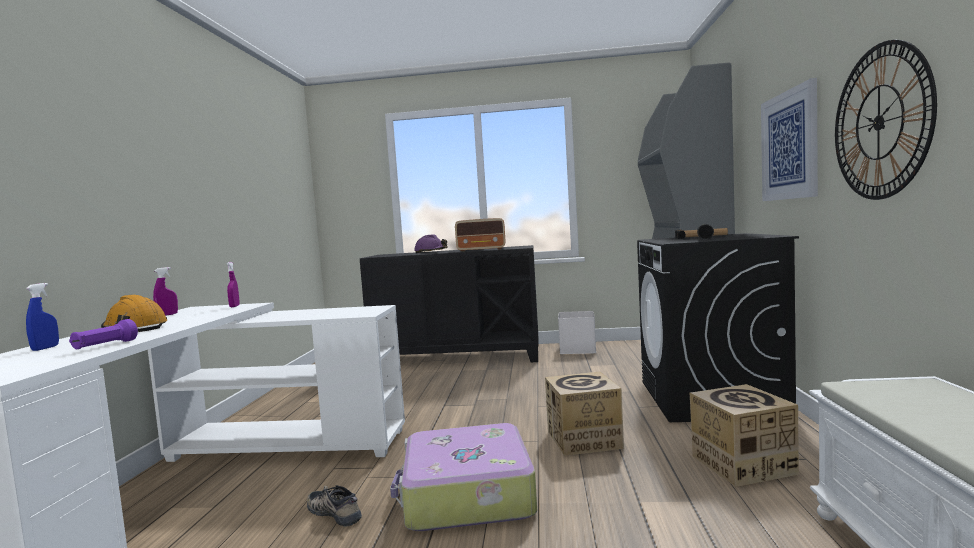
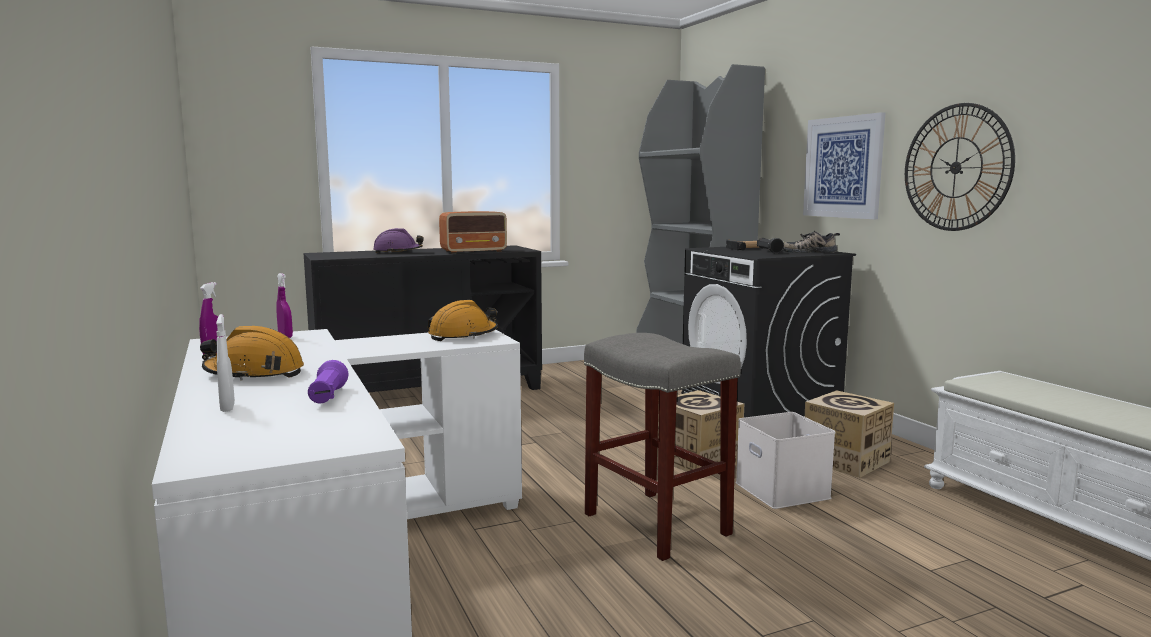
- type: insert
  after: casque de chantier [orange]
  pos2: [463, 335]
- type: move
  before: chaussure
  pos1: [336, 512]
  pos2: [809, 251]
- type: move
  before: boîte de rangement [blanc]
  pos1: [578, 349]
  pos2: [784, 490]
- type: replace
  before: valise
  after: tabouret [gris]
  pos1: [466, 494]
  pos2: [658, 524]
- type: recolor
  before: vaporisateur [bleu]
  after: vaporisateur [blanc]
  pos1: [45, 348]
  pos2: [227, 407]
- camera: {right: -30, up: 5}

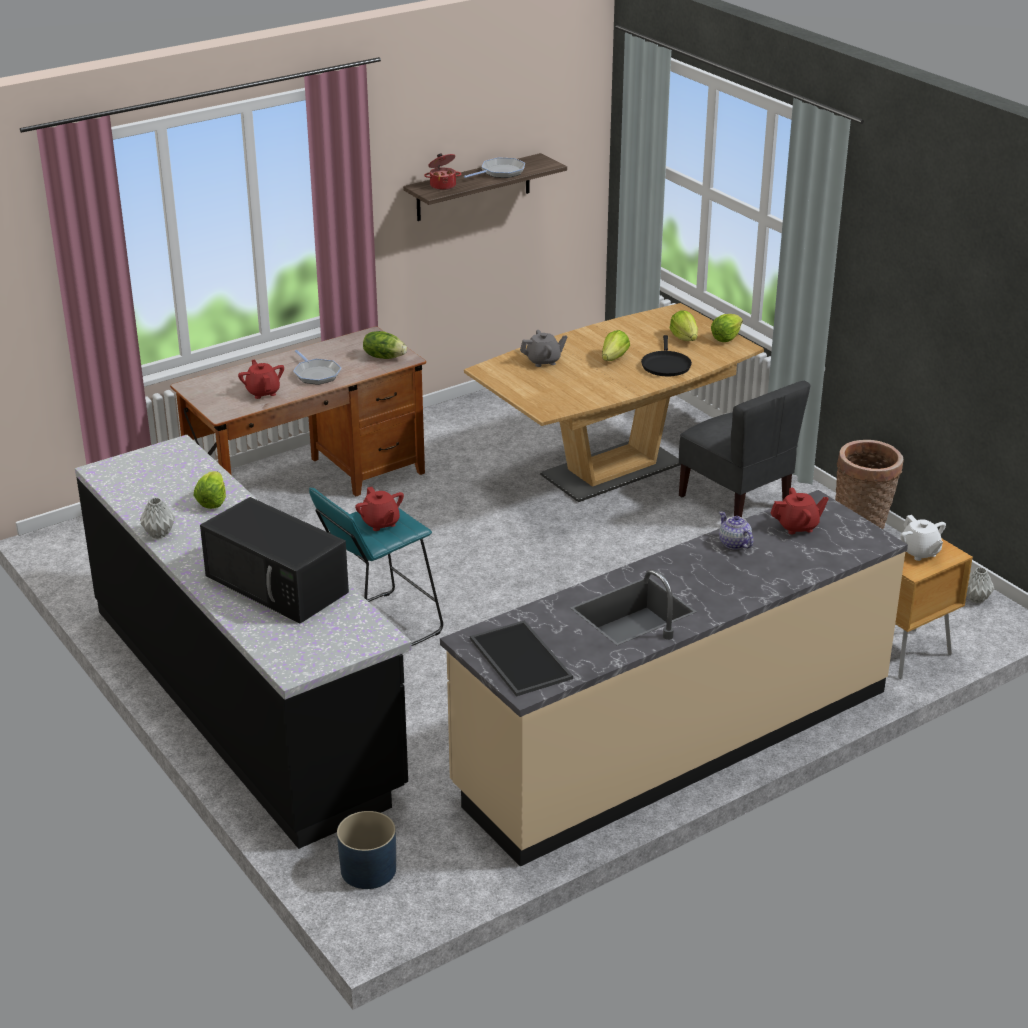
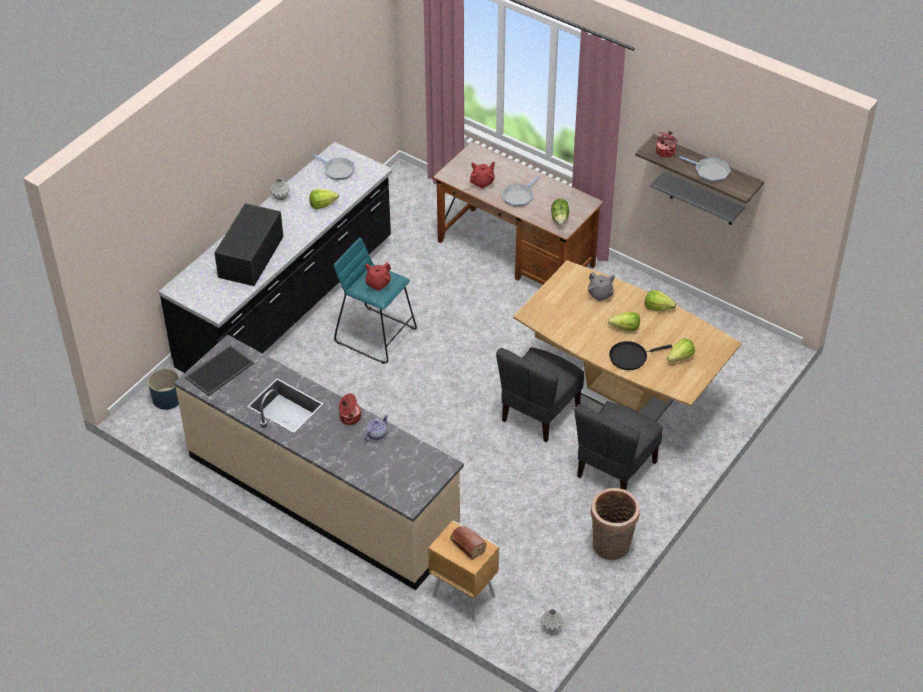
- type: delete
  before: théière [rouge]
  pos1: [797, 526]
- type: insert
  after: poêle
  pos2: [337, 170]
- type: insert
  after: marmite
  pos2: [349, 417]
- type: insert
  after: chaise [gris]
  pos2: [539, 413]
- type: insert
  after: étagère [gris]
  pos2: [702, 199]
- type: move
  before: laitue
  pos1: [726, 338]
  pos2: [658, 307]
- type: replace
  before: théière [blanc]
  after: pain
  pos1: [919, 552]
  pos2: [466, 545]
- camera: {right: 70, up: 15}

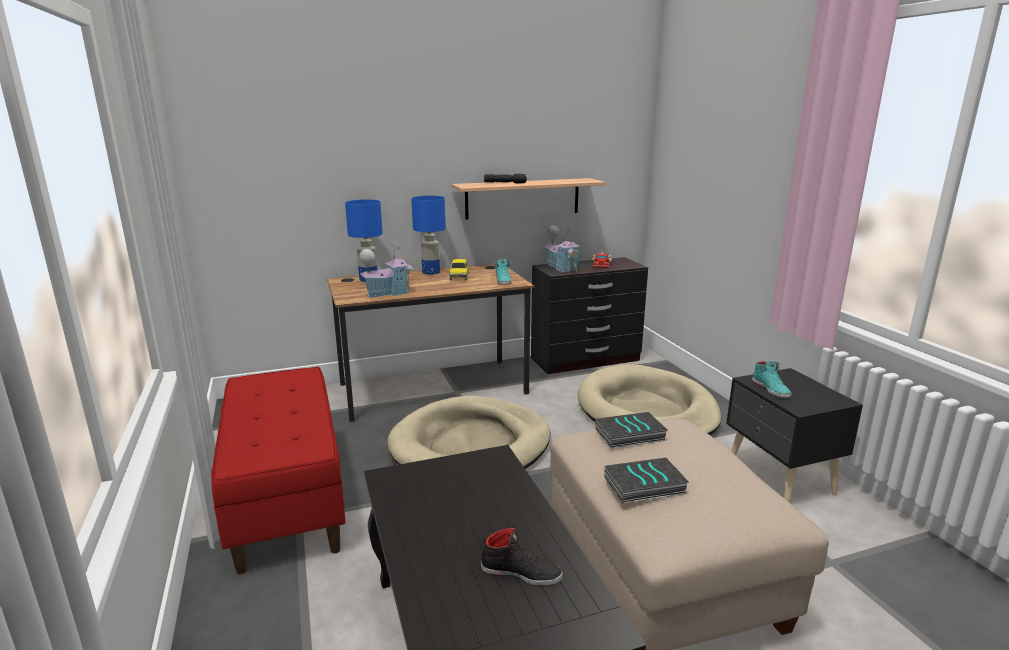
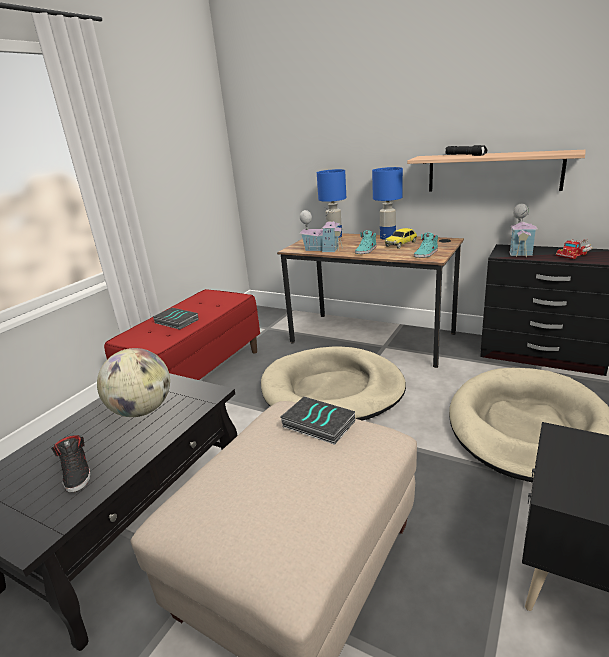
- type: insert
  after: globe
  pos2: [142, 410]
- type: move
  before: livre
  pos1: [644, 486]
  pos2: [175, 321]
- type: move
  before: chaussure [turquoise]
  pos1: [771, 389]
  pos2: [366, 250]
- camera: {right: 50, up: 5}

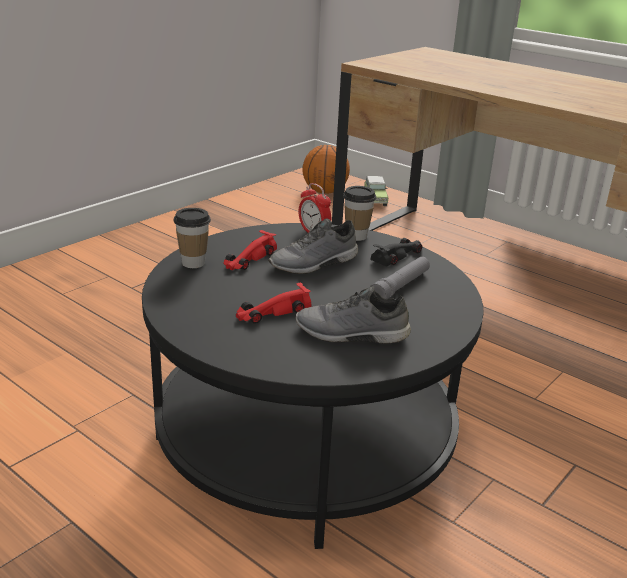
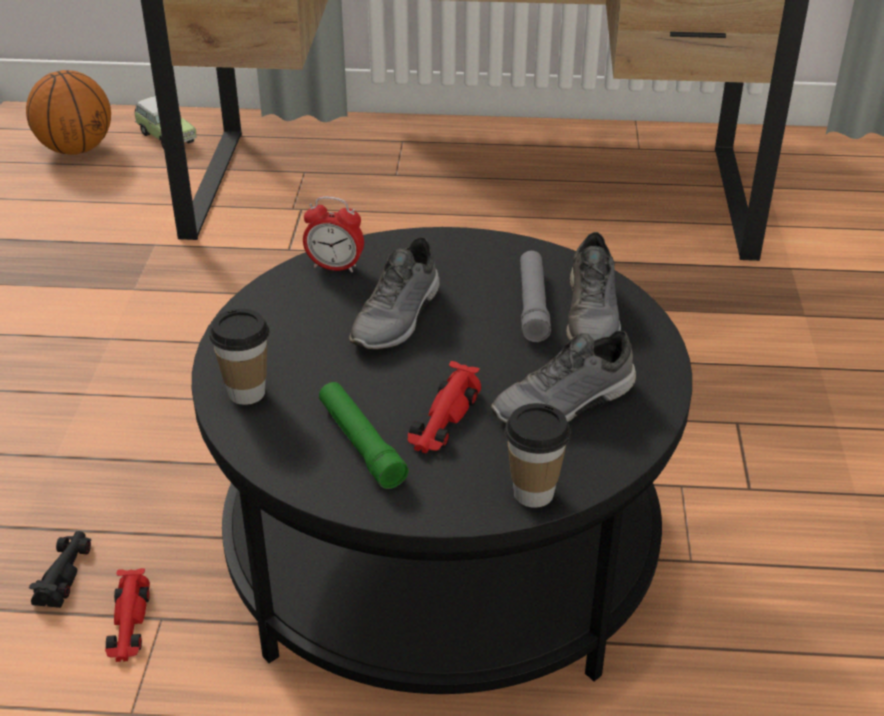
- type: insert
  after: lampe de poche [vert]
  pos2: [361, 444]
- type: insert
  after: chaussure [gris]
  pos2: [593, 315]
- type: move
  before: petite voiture [rouge]
  pos1: [249, 259]
  pos2: [129, 623]
- type: move
  before: tasse
  pos1: [356, 236]
  pos2: [533, 493]
- type: move
  before: petite voiture [noir]
  pos1: [398, 255]
  pos2: [64, 572]
- camera: {right: -35, up: 10}

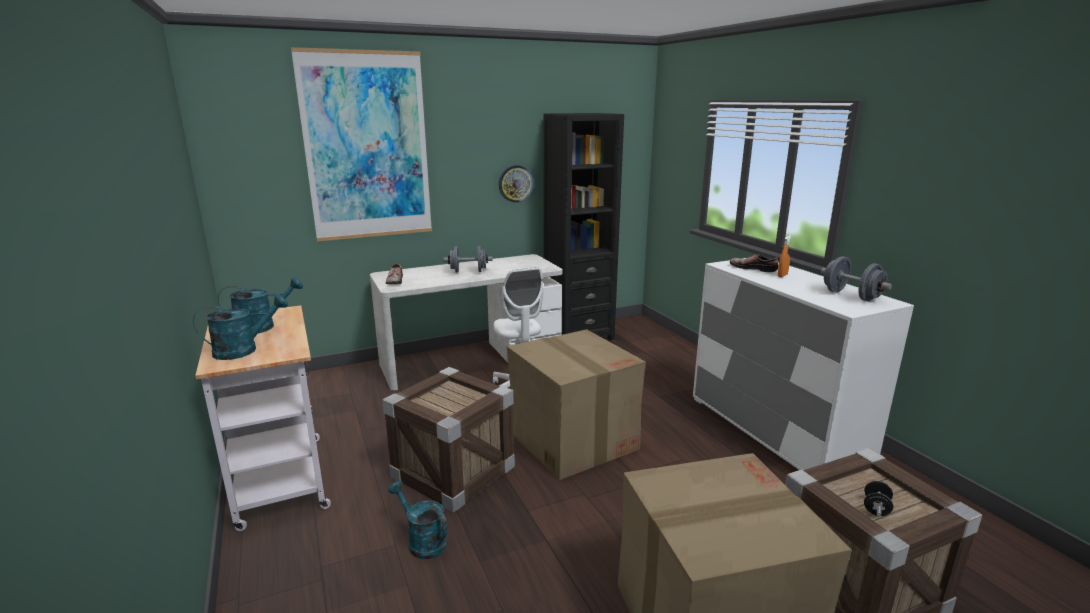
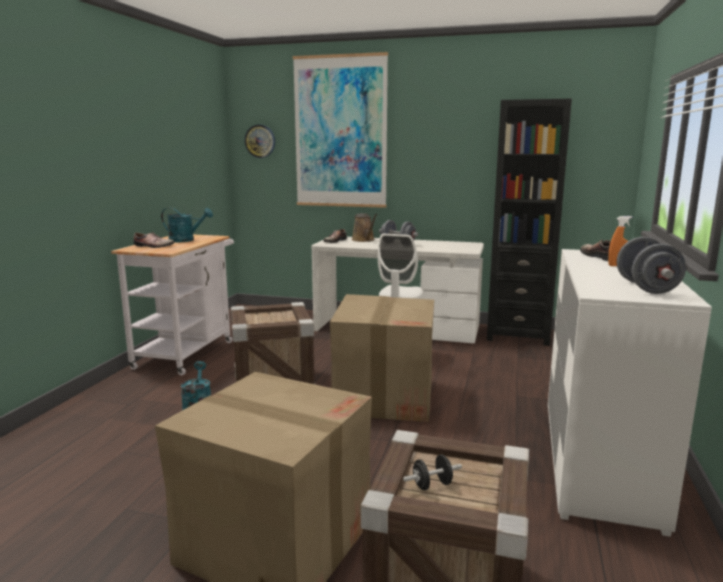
- type: insert
  after: arrosoir [marron]
  pos2: [364, 240]
- type: move
  before: horloge murale
  pos1: [515, 183]
  pos2: [260, 141]
- type: replace
  before: arrosoir [turquoise]
  after: chaussure
  pos1: [244, 350]
  pos2: [153, 246]
- camera: {right: 40, up: -5}

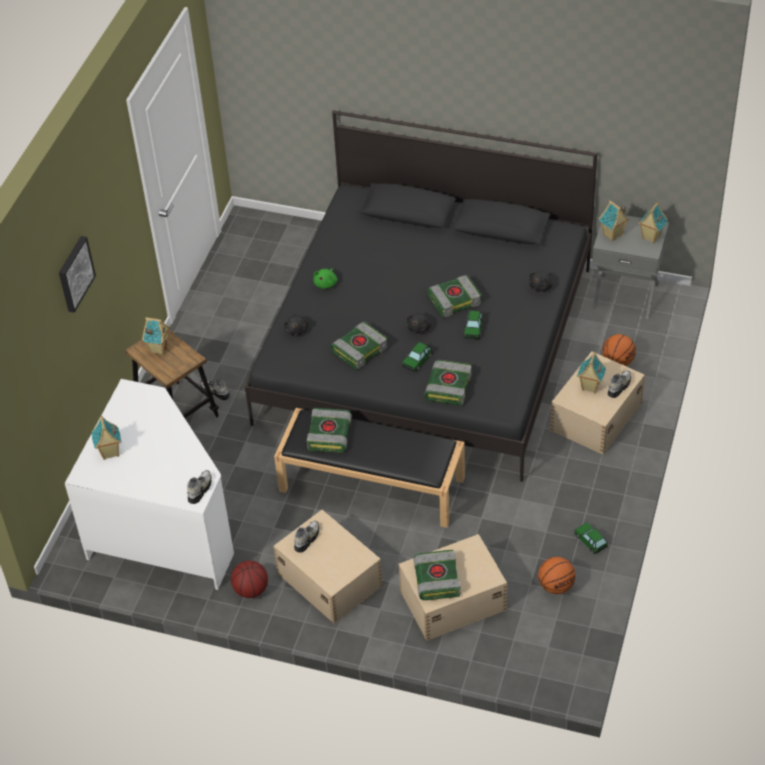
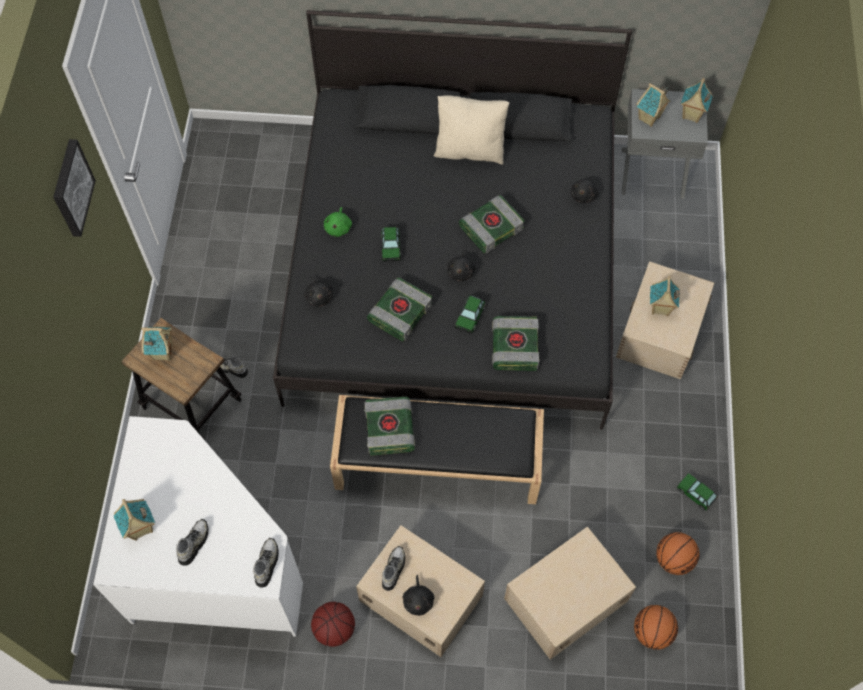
- type: delete
  before: livre
  pos1: [436, 579]
- type: insert
  after: peluche [noir]
  pos2: [418, 600]
- type: insert
  after: coussin [beige]
  pos2: [470, 149]
- type: move
  before: tableau
  pos1: [74, 273]
  pos2: [71, 188]
- type: move
  before: petite voiture
  pos1: [473, 328]
  pos2: [390, 247]
- type: move
  before: ballon de basket
  pos1: [618, 362]
  pos2: [652, 632]
- type: move
  before: chaussure
  pos1: [619, 386]
  pos2: [194, 543]
- camera: {right: -15, up: 15}

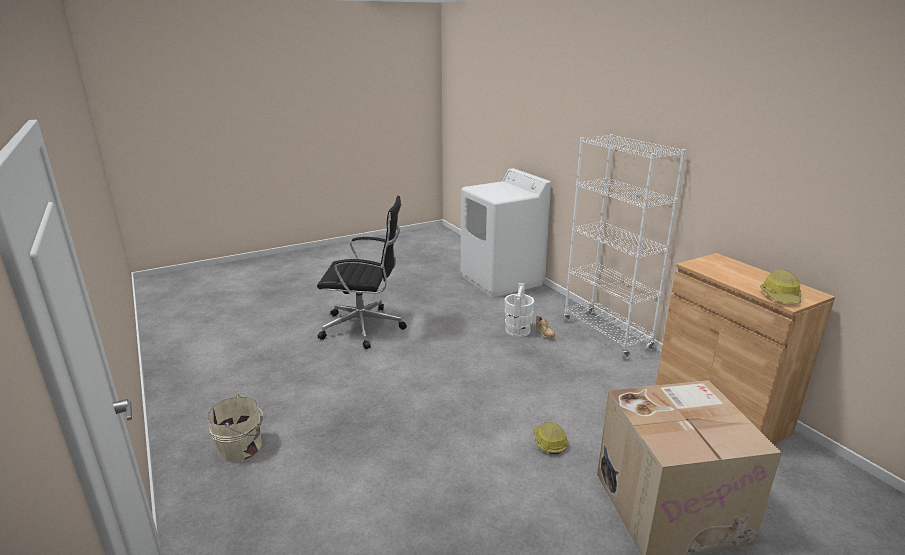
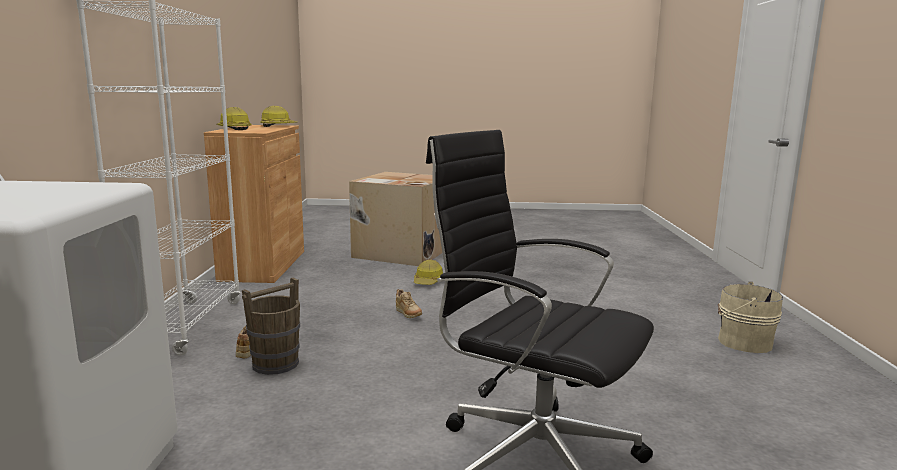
- type: insert
  after: casque de chantier
  pos2: [233, 129]
- type: insert
  after: chaussure [beige]
  pos2: [408, 314]
- type: recolor
  before: seau [blanc]
  after: seau [marron]
  pos1: [517, 330]
  pos2: [275, 364]
- camera: {right: -150, up: -10}

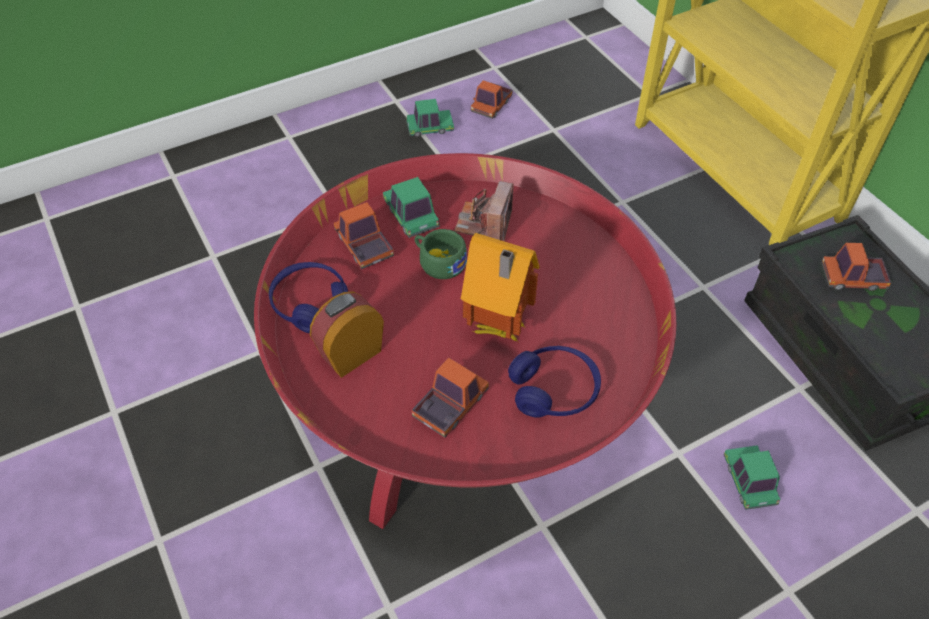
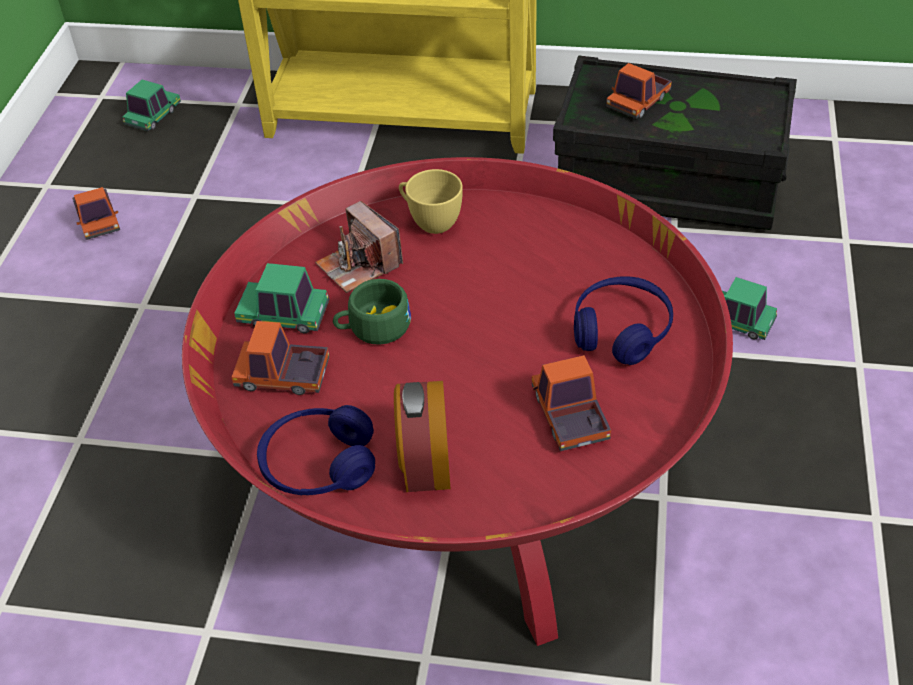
- type: delete
  before: maison miniature
  pos1: [498, 330]
- type: insert
  after: tasse [jaune]
  pos2: [430, 221]
- type: move
  before: petite voiture
  pos1: [430, 128]
  pos2: [153, 116]
- camera: {right: -50, up: -5}

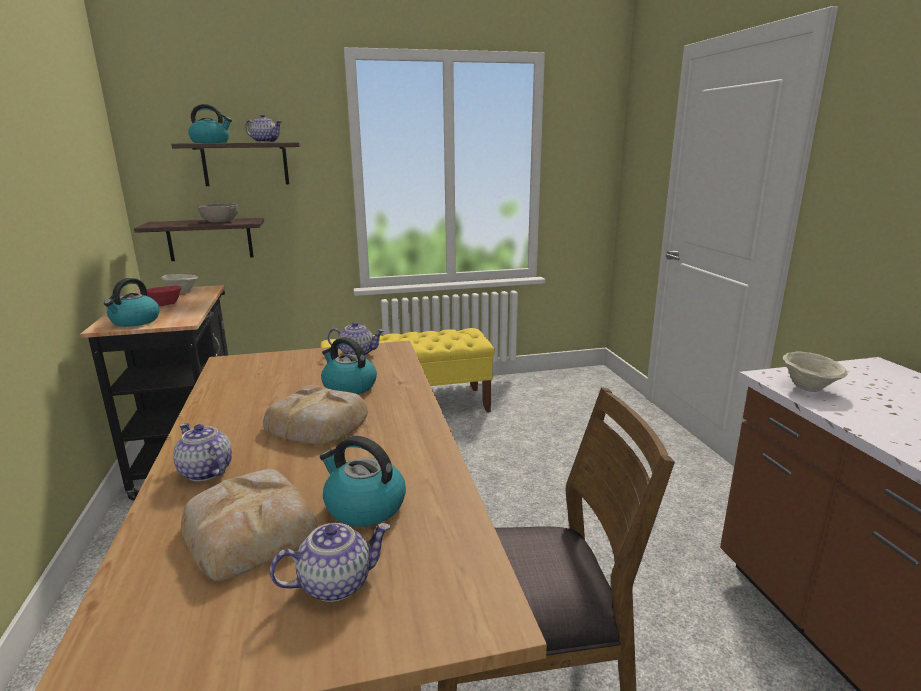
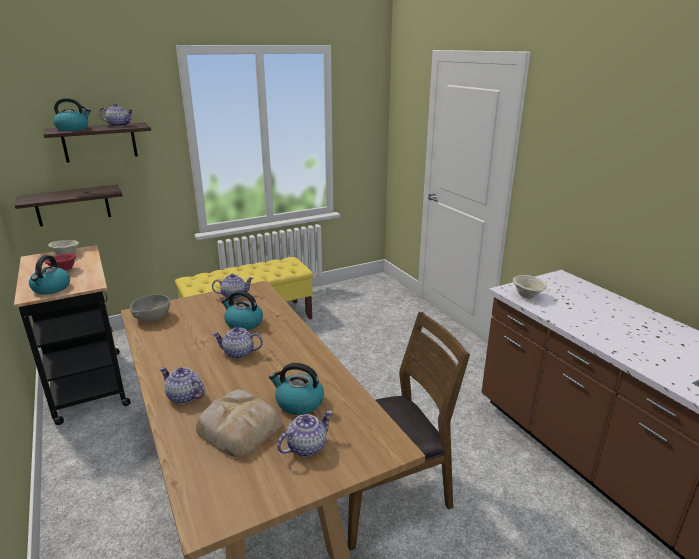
- type: move
  before: bol [gris]
  pos1: [220, 221]
  pos2: [152, 317]
- type: replace
  before: pain
  after: théière
  pos1: [318, 423]
  pos2: [238, 353]
- camera: {right: -15, up: 5}

